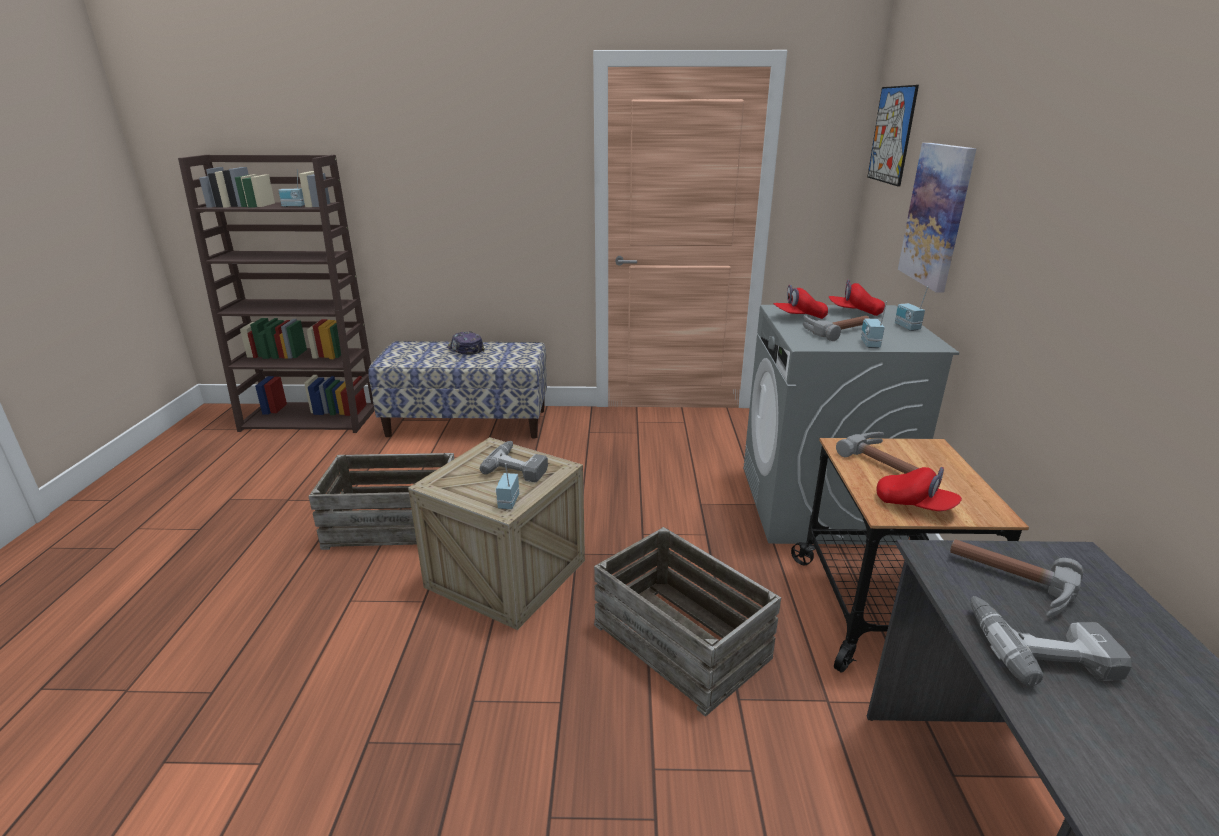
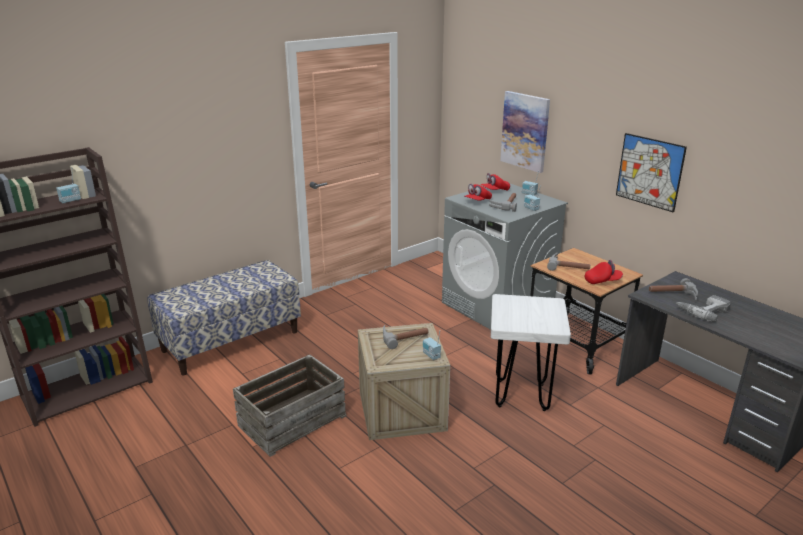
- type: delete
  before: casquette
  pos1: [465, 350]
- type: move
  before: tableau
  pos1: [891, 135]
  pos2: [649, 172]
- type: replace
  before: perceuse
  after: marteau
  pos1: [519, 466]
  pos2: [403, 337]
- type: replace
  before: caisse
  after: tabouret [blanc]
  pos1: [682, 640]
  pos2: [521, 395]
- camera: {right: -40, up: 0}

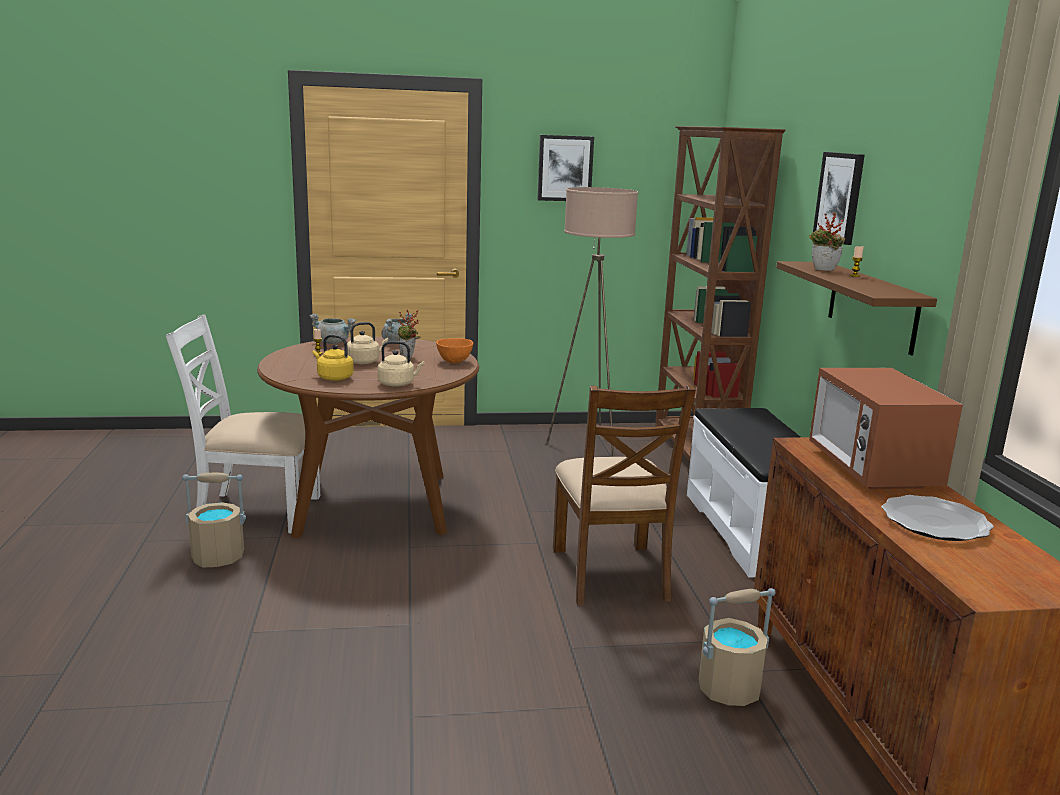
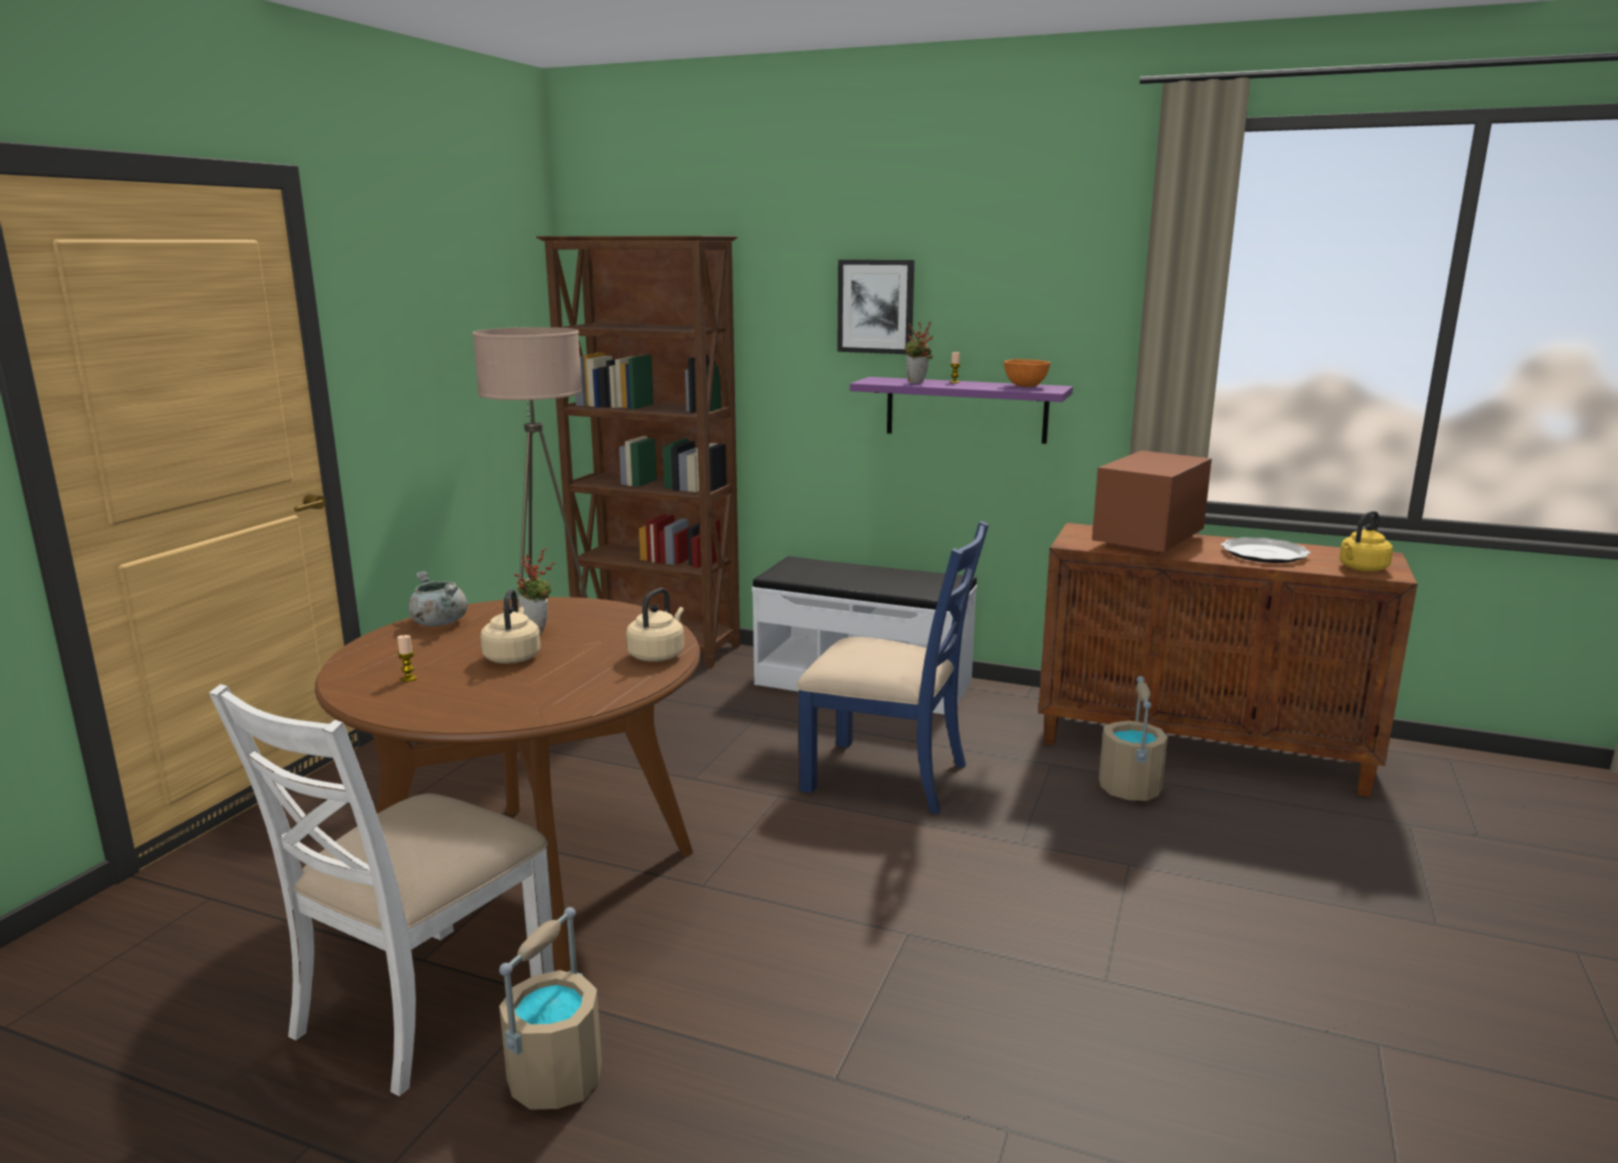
- type: delete
  before: marmite [gris]
  pos1: [334, 342]
- type: delete
  before: tableau
  pos1: [565, 168]
- type: move
  before: bouilloire [jaune]
  pos1: [333, 378]
  pos2: [1361, 569]
- type: move
  before: bol [orange]
  pos1: [455, 361]
  pos2: [1025, 386]
- type: recolor
  before: chaise [marron]
  after: chaise [bleu]
  pos1: [611, 573]
  pos2: [887, 776]
- type: recolor
  before: étagère [marron]
  after: étagère [violet]
  pos1: [872, 306]
  pos2: [966, 409]
- type: rotate
  before: micro-ondes
  pos1: [871, 469]
  pos2: [1147, 541]
  turn: 105
- camera: {right: -60, up: 0}

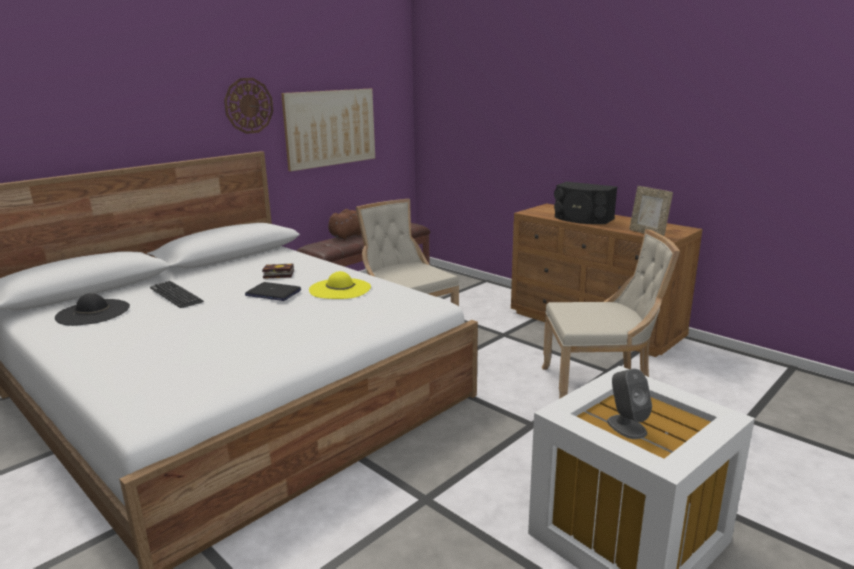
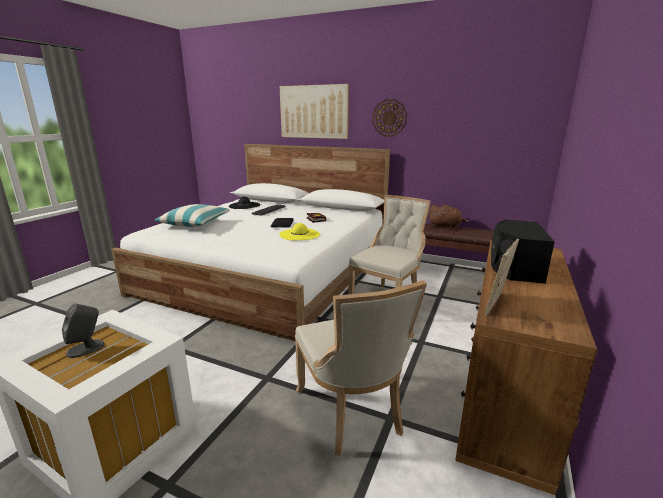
- type: insert
  after: coussin
  pos2: [195, 223]
- type: move
  before: tableau
  pos1: [330, 128]
  pos2: [314, 112]
- camera: {right: 70, up: 0}

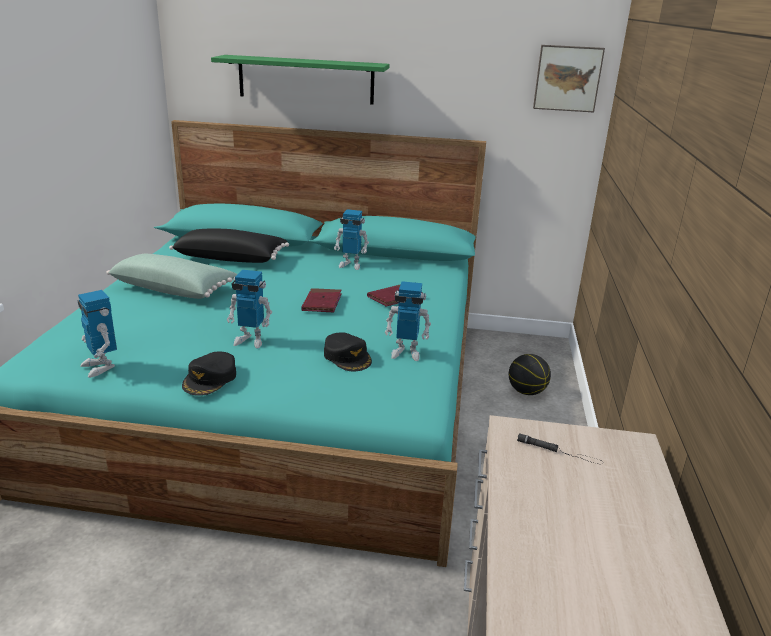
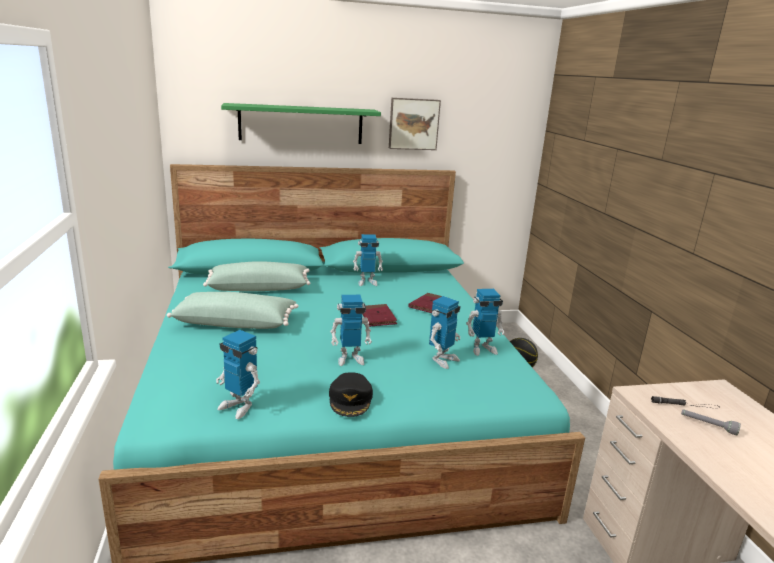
- type: insert
  after: lampe de poche [gris]
  pos2: [708, 425]
- type: move
  before: tableau
  pos1: [567, 78]
  pos2: [413, 124]
- type: replace
  before: casquette [noir]
  after: robot jouet
  pos1: [347, 357]
  pos2: [442, 360]
- type: recolor
  before: coussin [noir]
  after: coussin [vert]
  pos1: [231, 258]
  pos2: [259, 288]
- camera: {right: -20, up: -5}

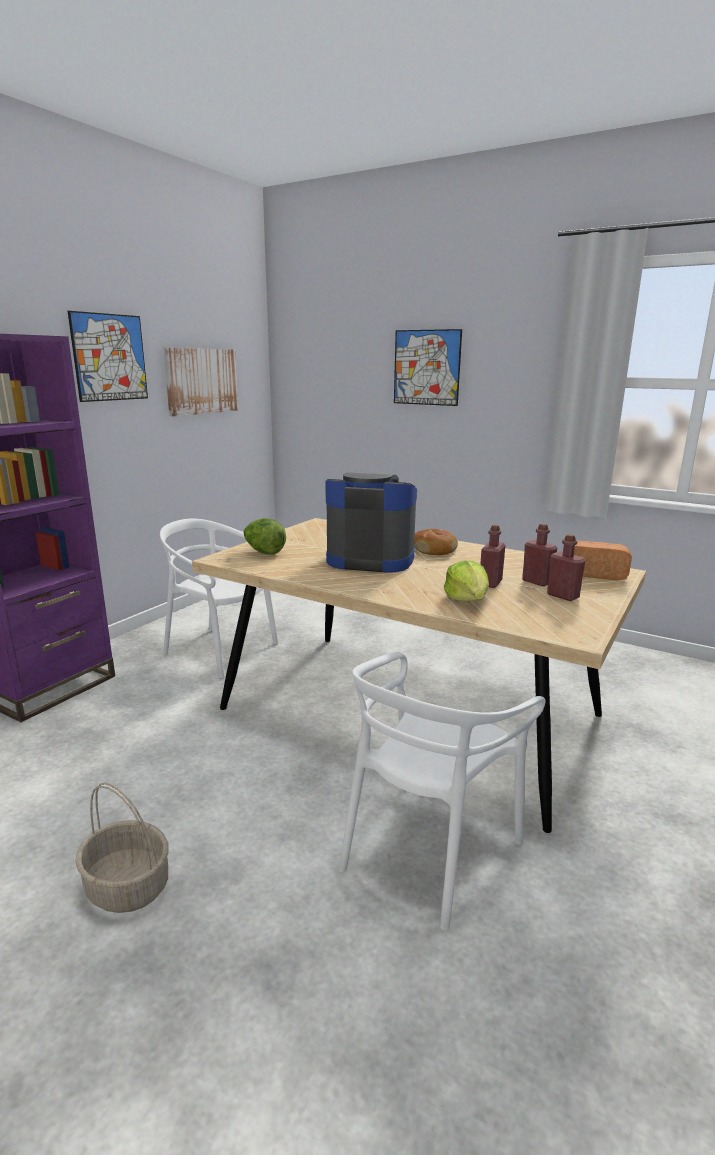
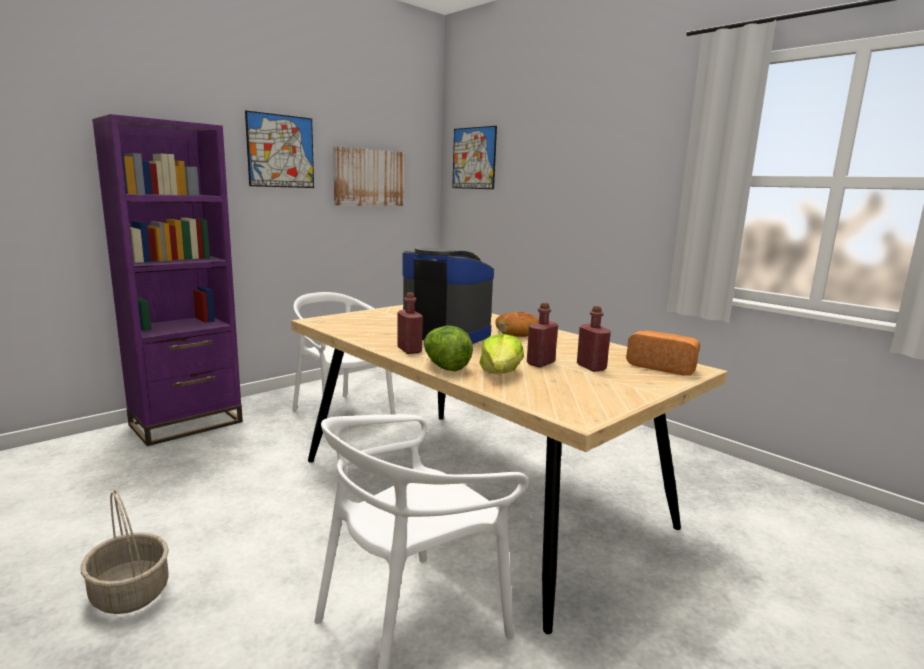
- type: move
  before: laitue
  pos1: [263, 552]
  pos2: [445, 367]
- type: move
  before: tableau
  pos1: [426, 367]
  pos2: [474, 158]
- type: move
  before: bouteille [rouge]
  pos1: [563, 596]
  pos2: [409, 350]
- camera: {right: 15, up: -5}

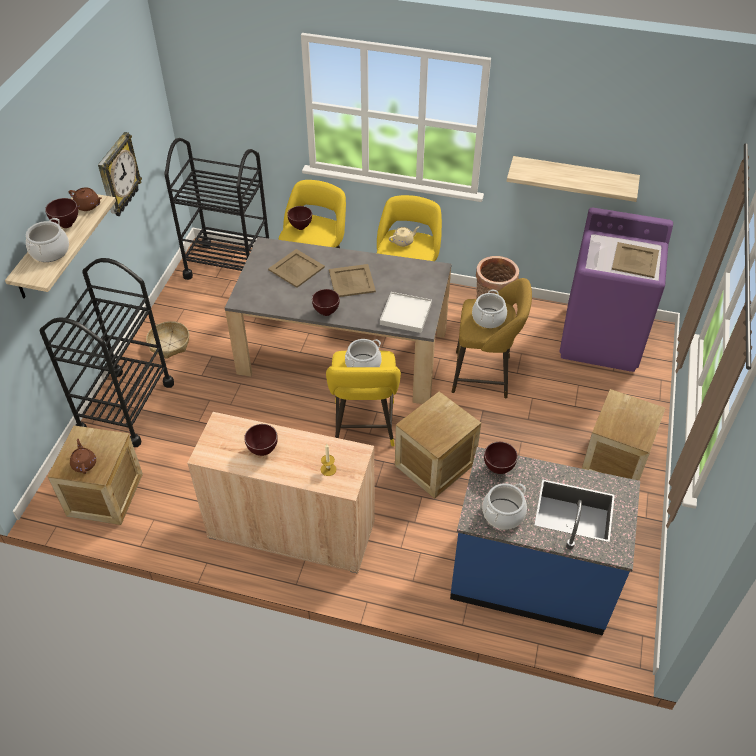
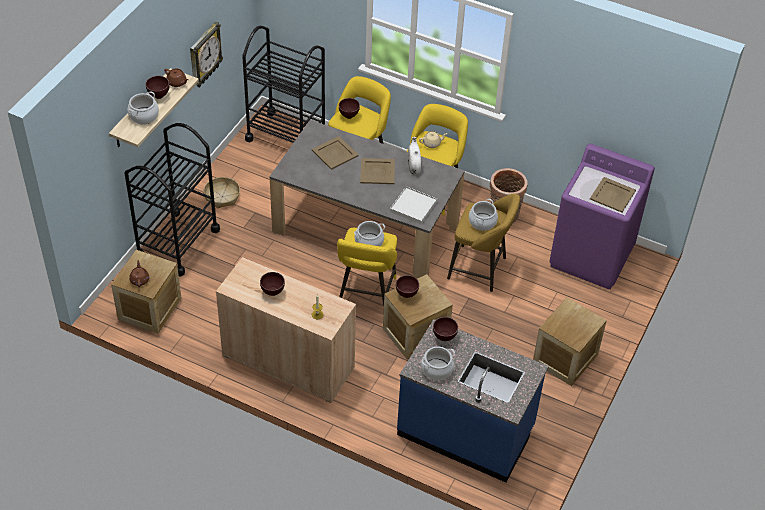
- type: delete
  before: étagère
  pos1: [573, 178]
- type: insert
  after: vase [blanc]
  pos2: [413, 166]
- type: move
  before: bol [marron]
  pos1: [326, 313]
  pos2: [406, 295]
- camera: {right: 10, up: 0}

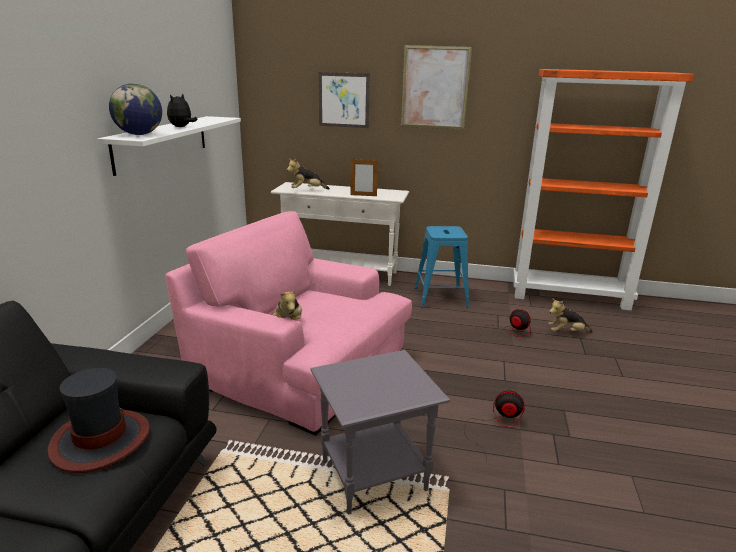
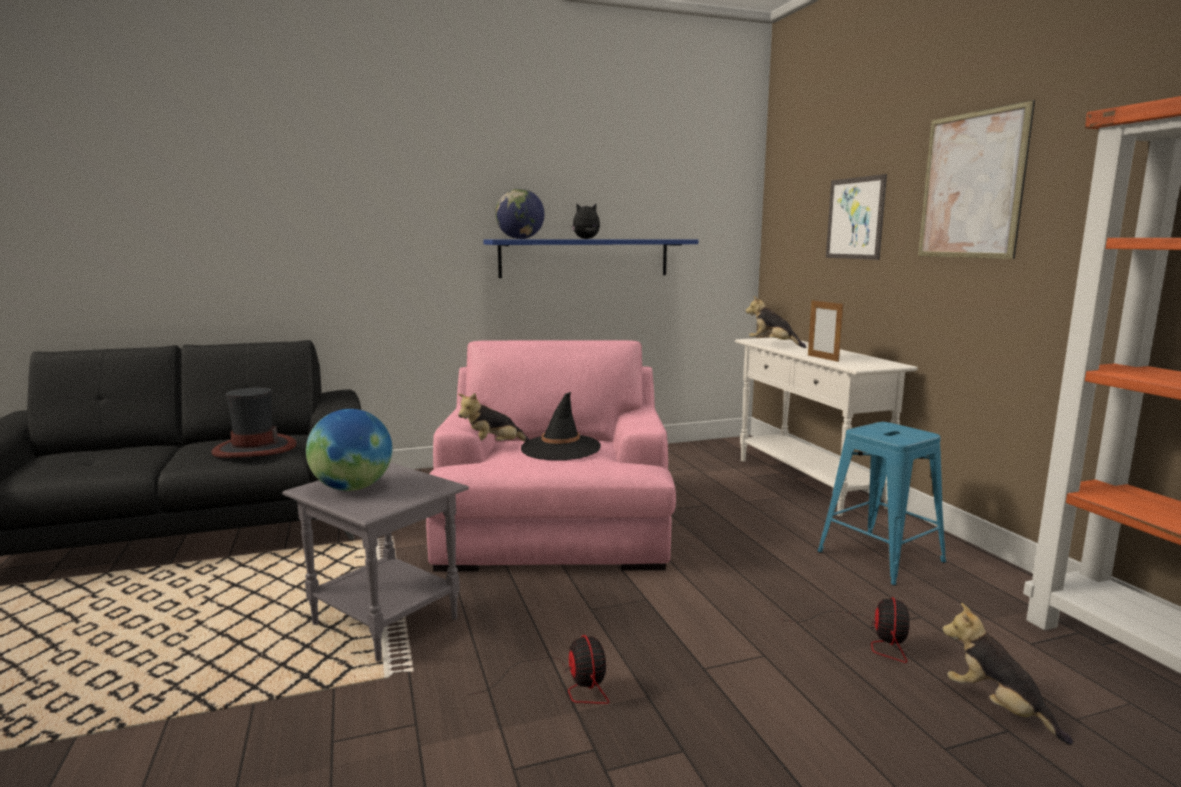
- type: insert
  after: globe
  pos2: [352, 488]
- type: insert
  after: chapeau [noir]
  pos2: [560, 448]
- type: recolor
  before: étagère [blanc]
  after: étagère [bleu]
  pos1: [162, 142]
  pos2: [585, 258]
- camera: {right: 60, up: -10}

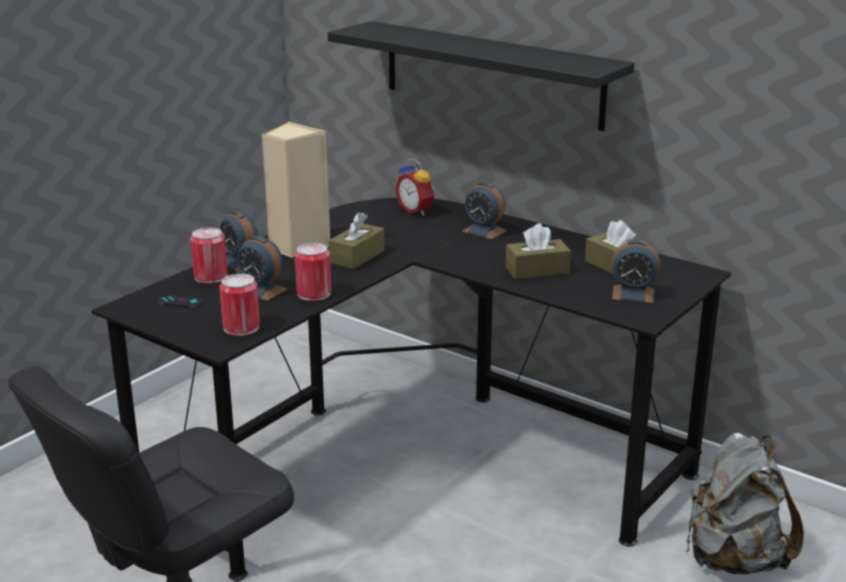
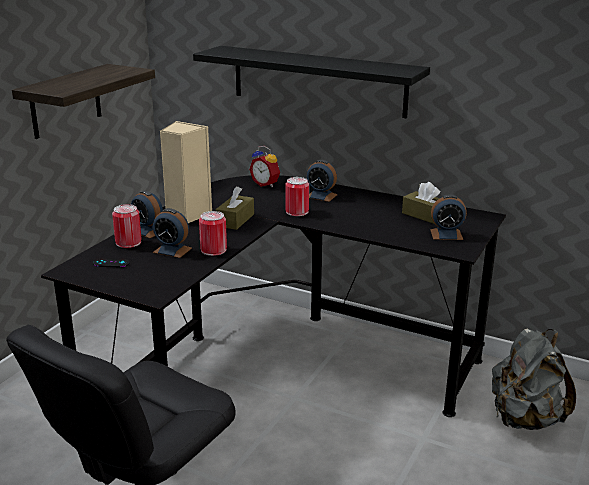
- type: delete
  before: boîte à mouchoirs [marron]
  pos1: [537, 270]
- type: insert
  after: étagère
  pos2: [66, 101]
- type: move
  before: boîte métallique
  pos1: [241, 327]
  pos2: [297, 211]
- camera: {right: -10, up: 0}

